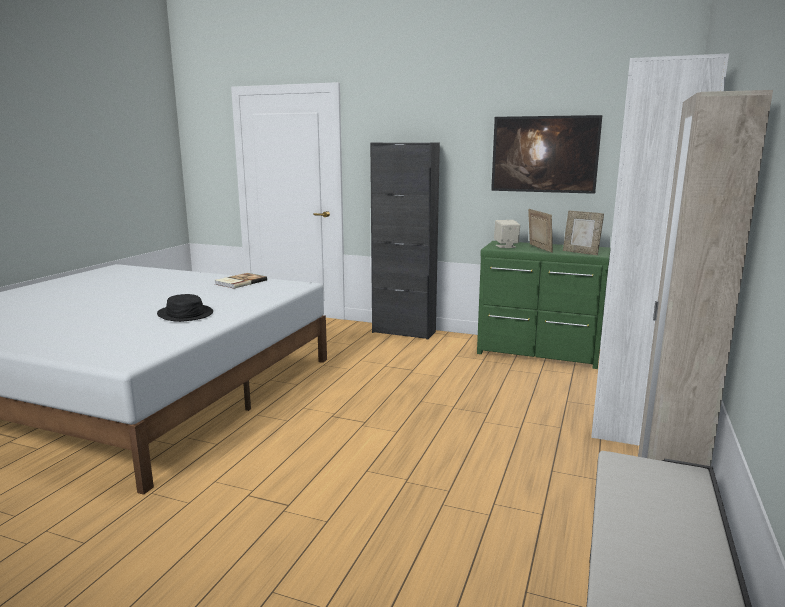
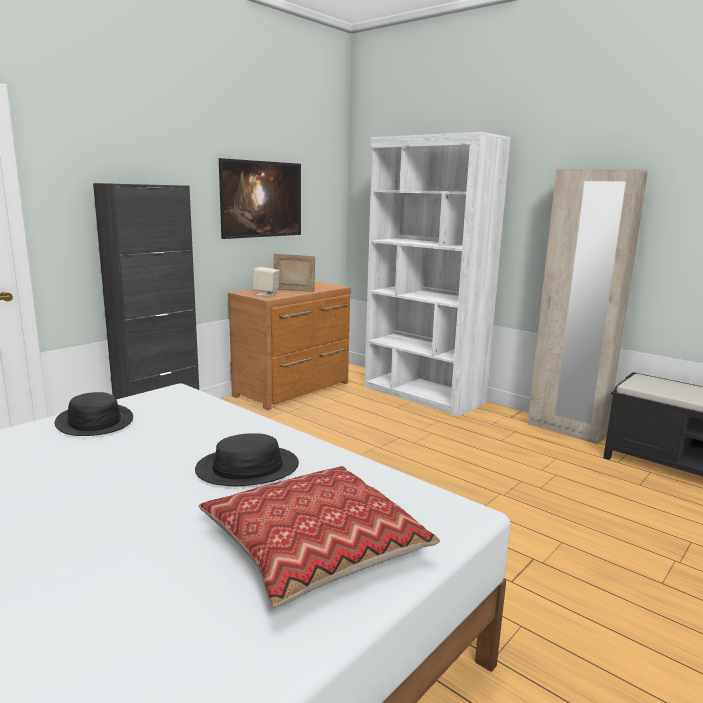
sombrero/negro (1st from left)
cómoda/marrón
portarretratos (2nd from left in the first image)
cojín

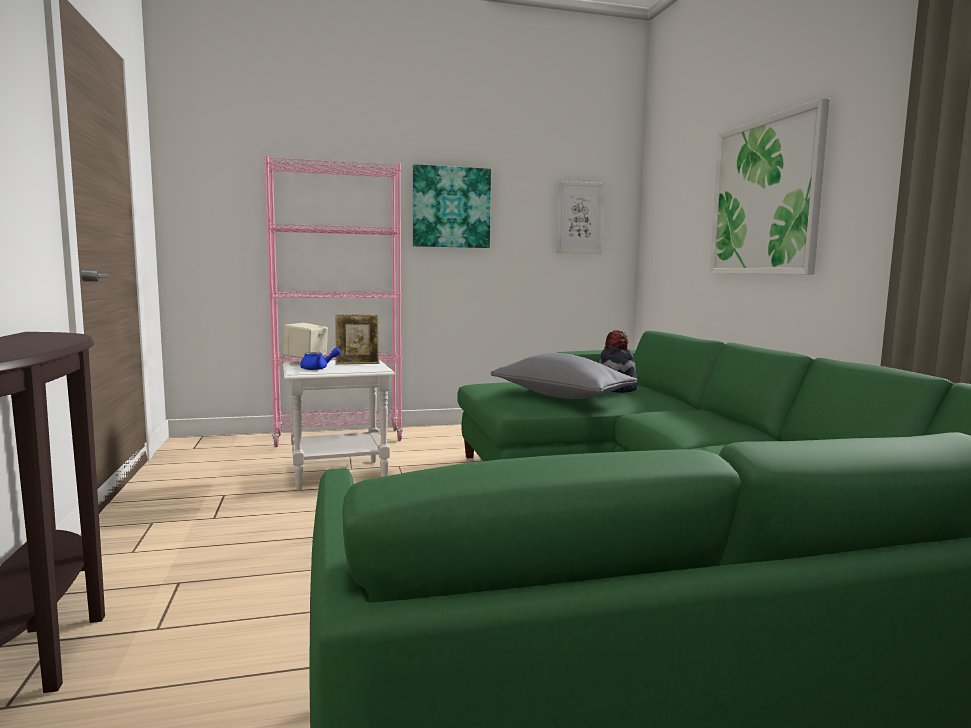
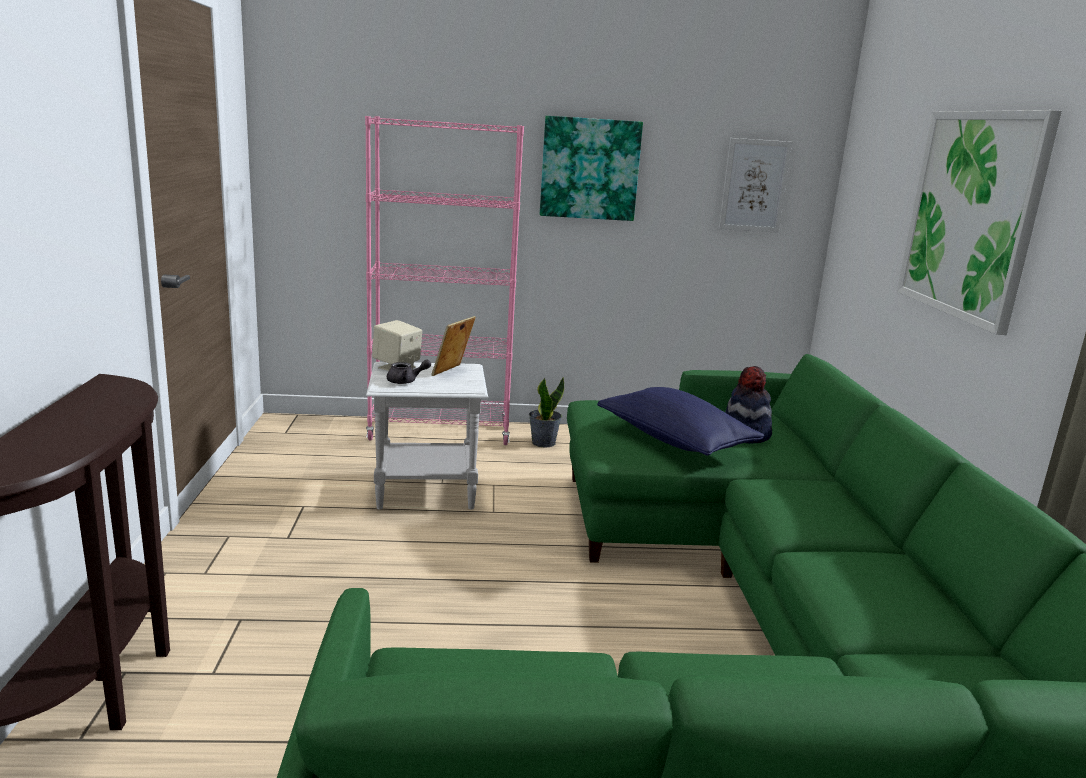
tetera/gris
portarretratos
cojín/azul
planta en maceta

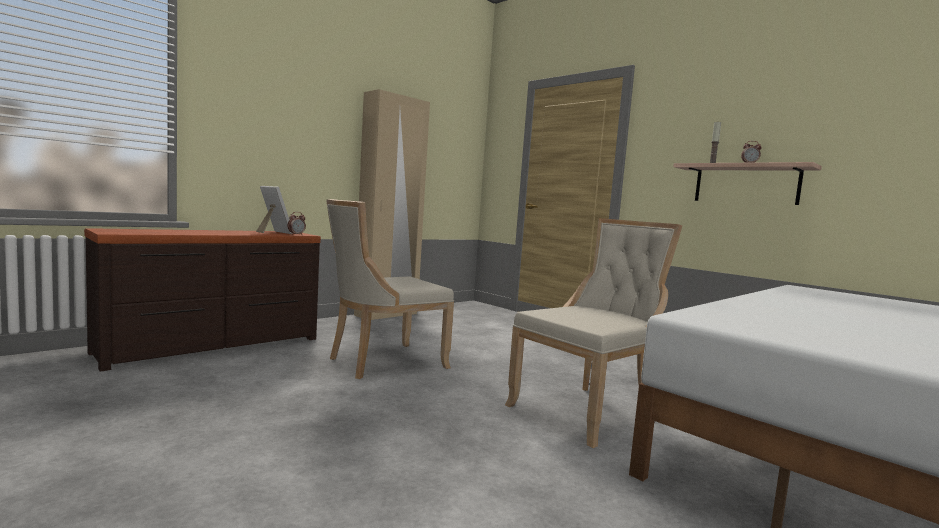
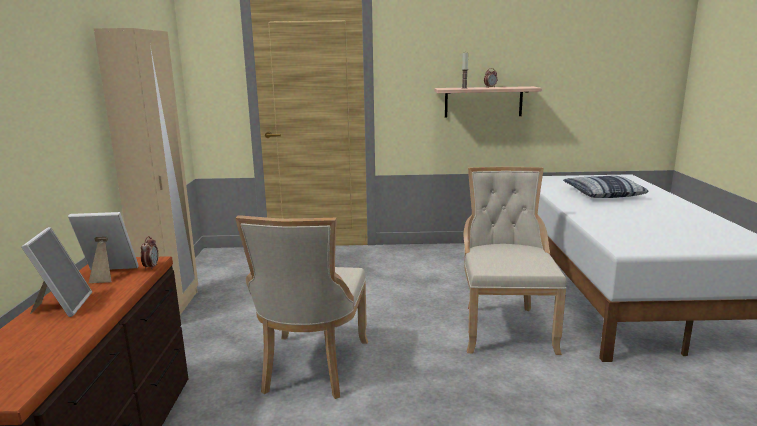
portarretratos (1st from left)
cojín

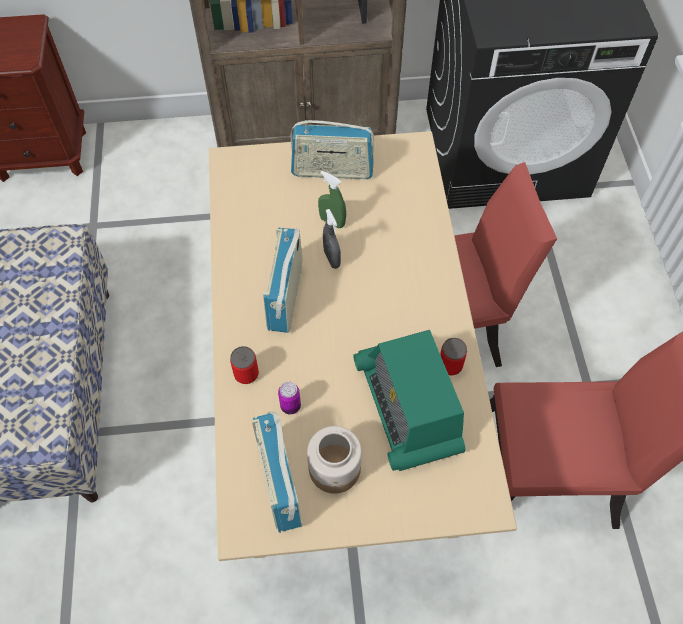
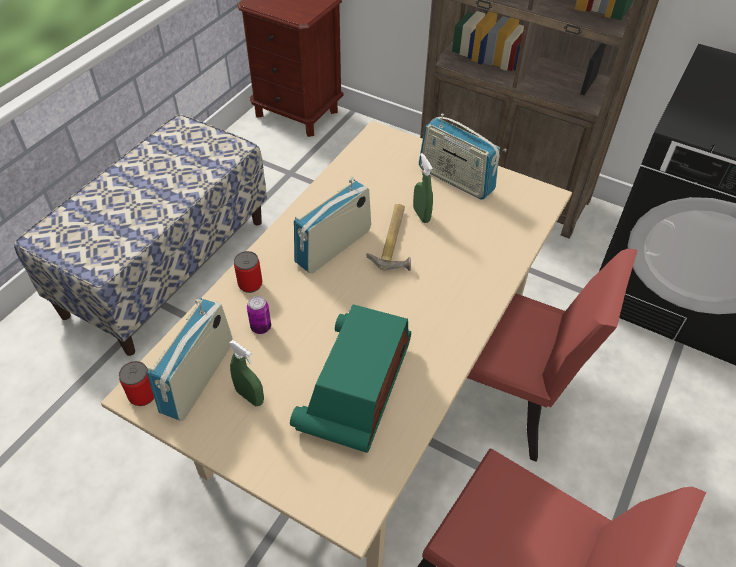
pulverizador/verde (1st from left)
martillo
lata (1st from left)

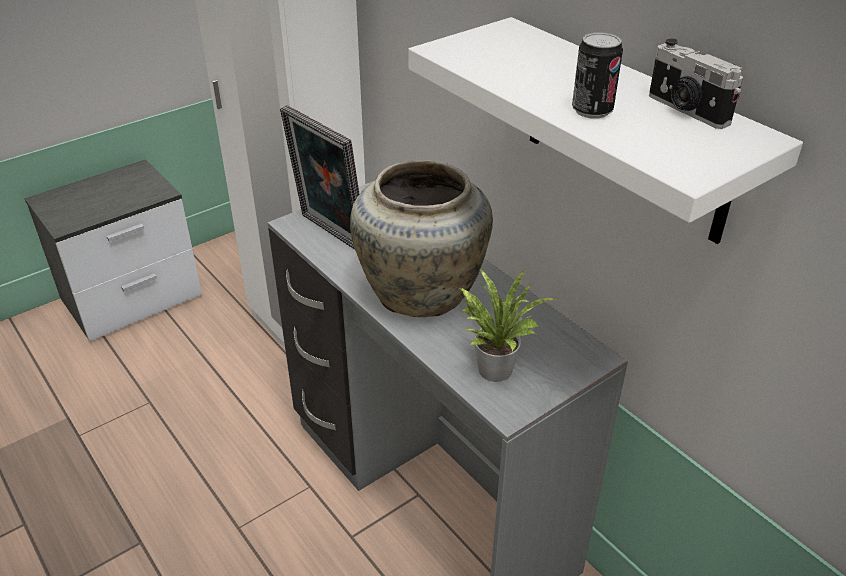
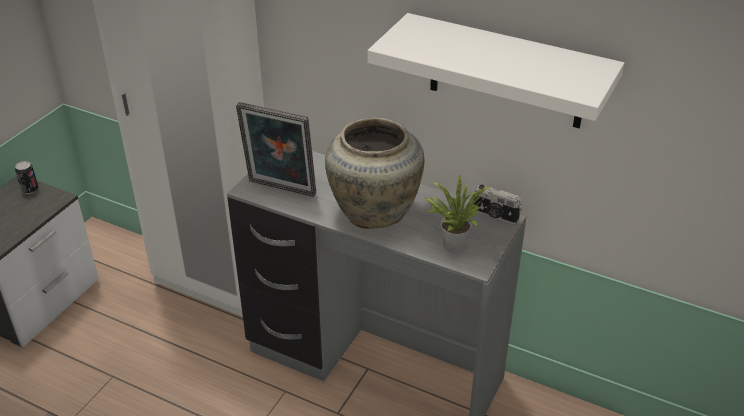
lata
cámara

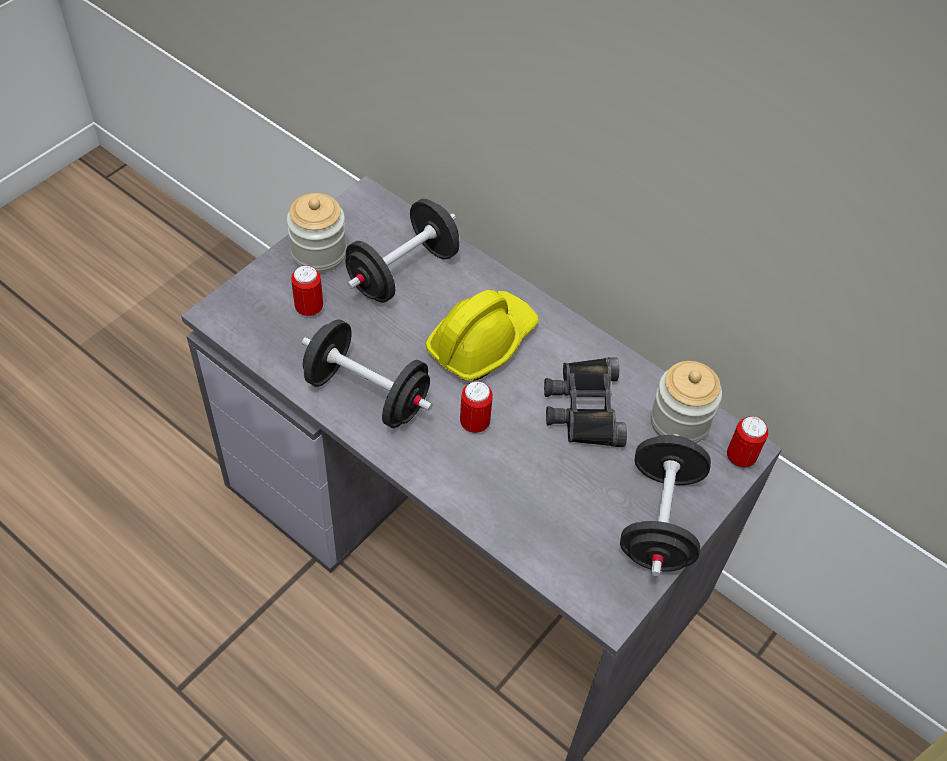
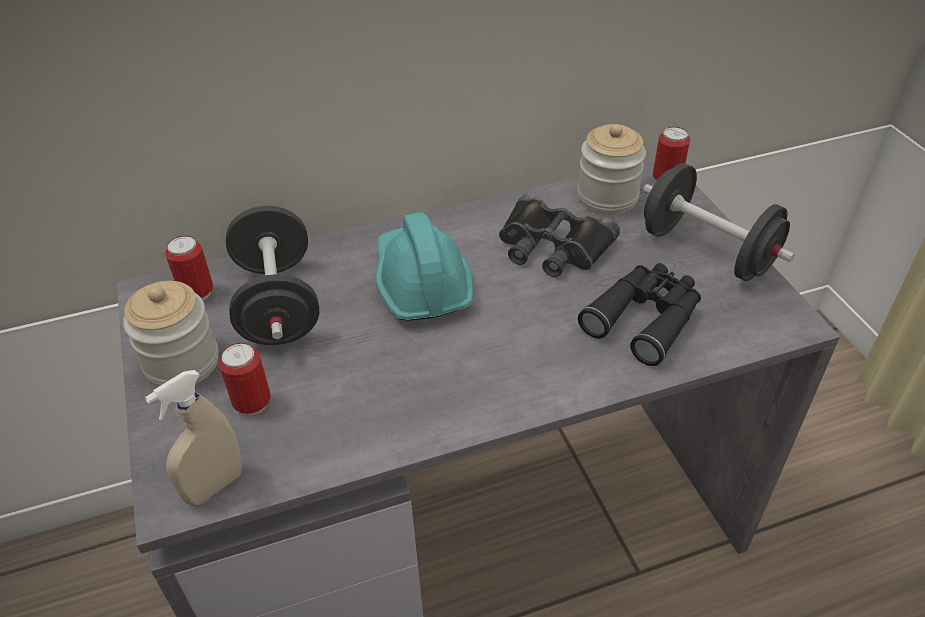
mancuerna/negro (1st from left in the first image)
casco/turquesa
lata (1st from left)
pulverizador/beis
prismáticos/negro (2nd from left)

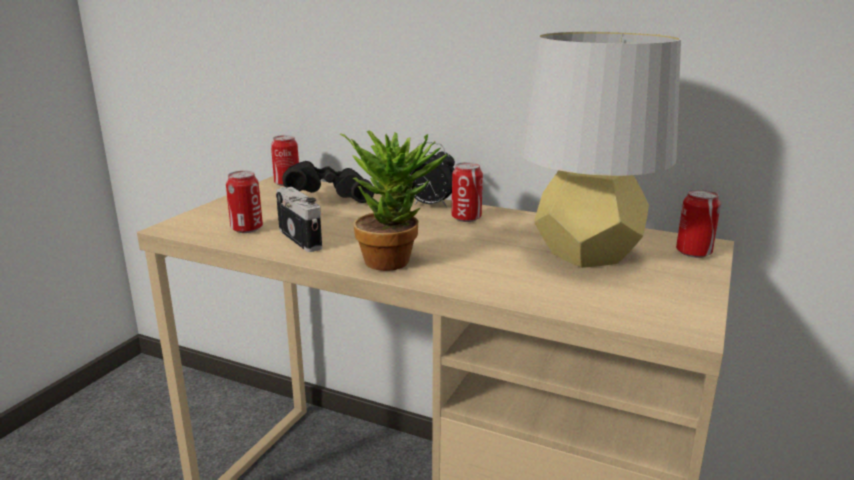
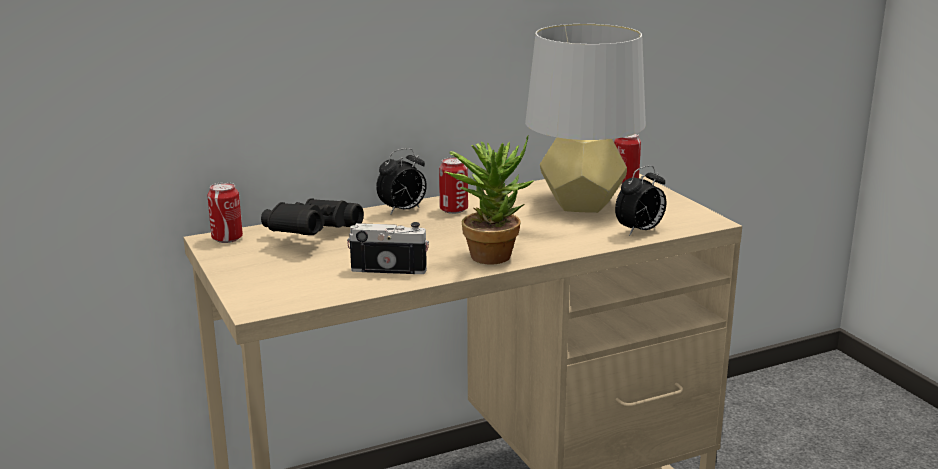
lata (1st from left in the first image)
despertador (2nd from left)

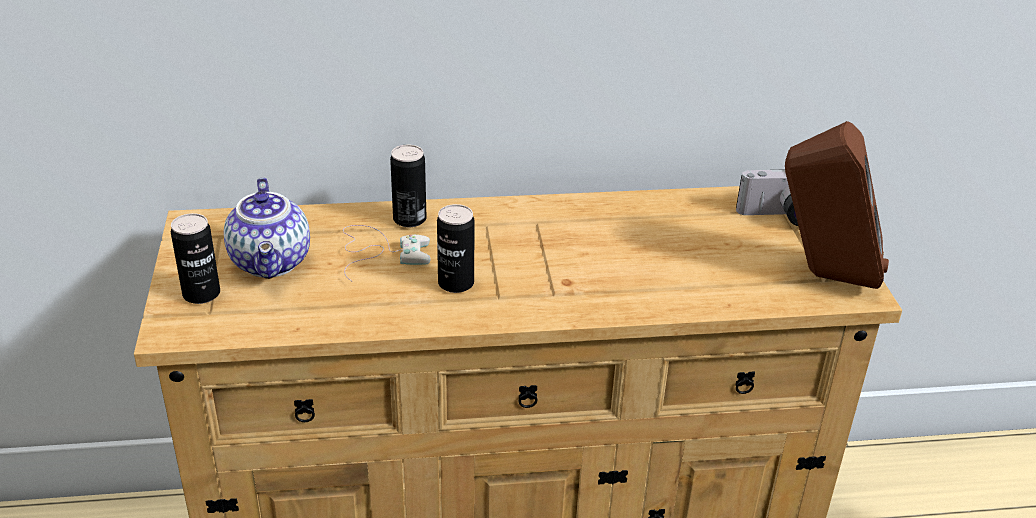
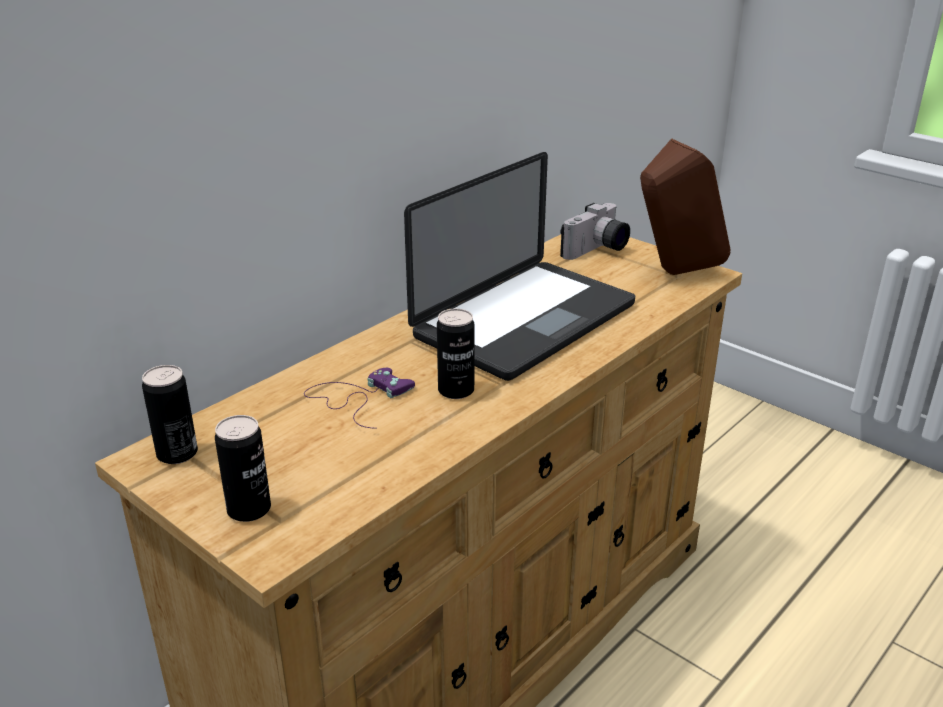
tetera
mando de consola/morado
lata (1st from left)
portátil

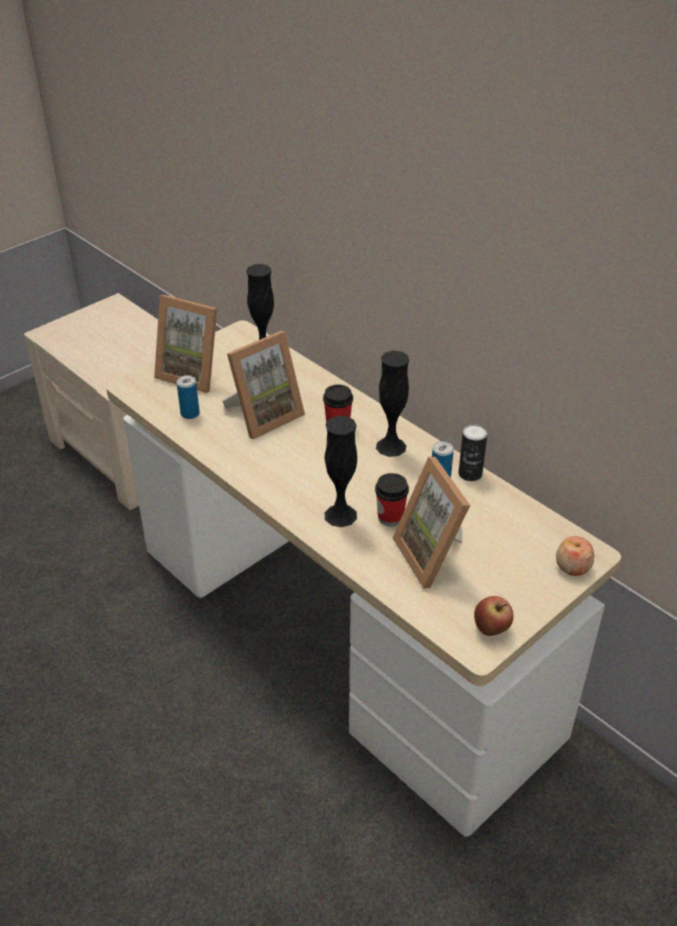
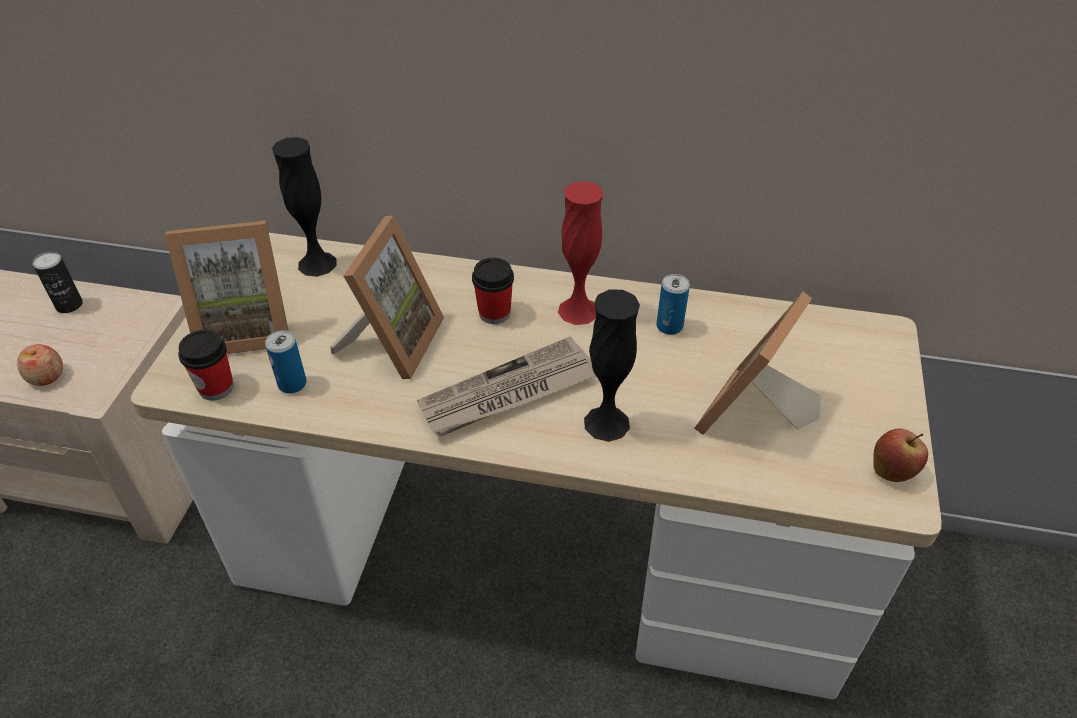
taza (1st from left)
florero/rojo
portarretratos (3rd from left)
lata (1st from left)
manzana (1st from left)
periódico

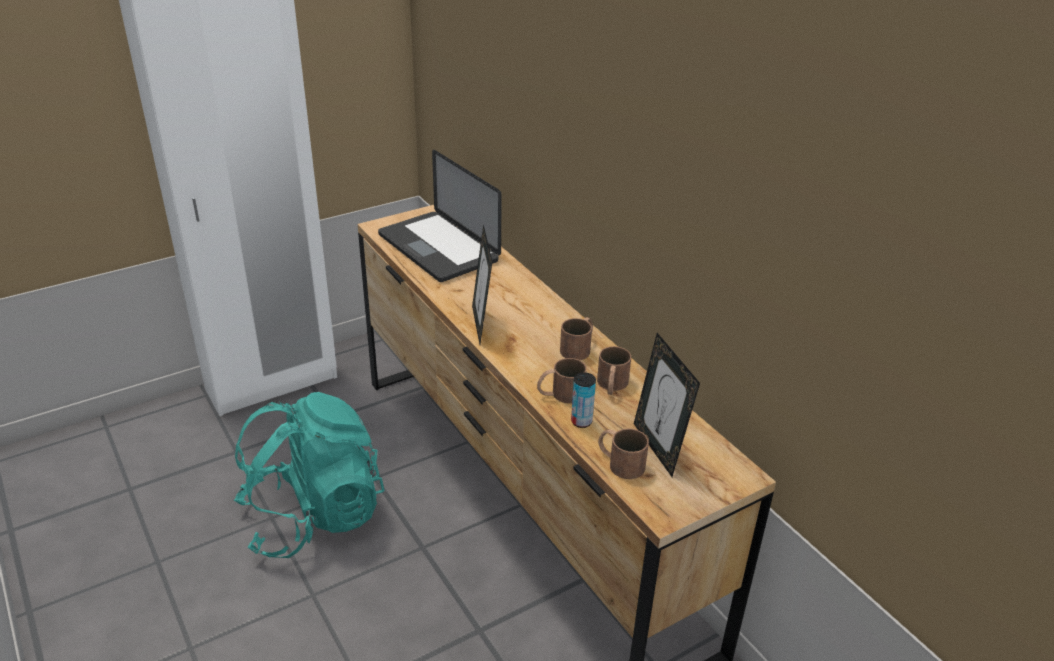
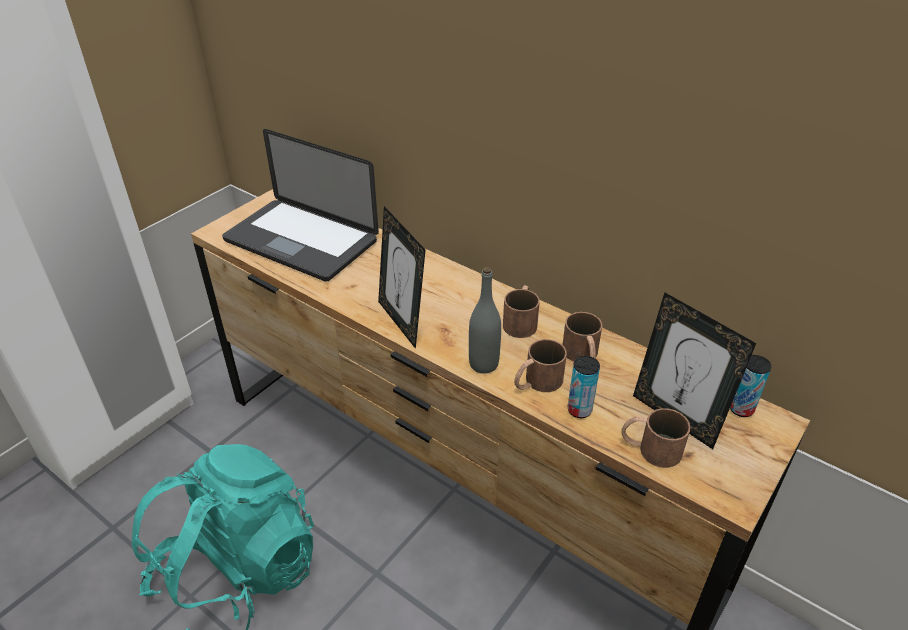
botella/gris
lata (2nd from left)

